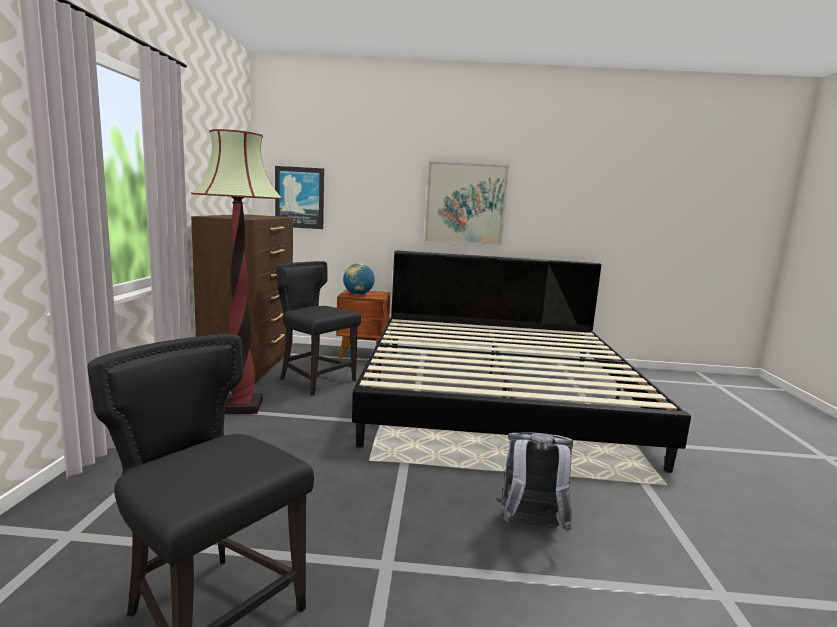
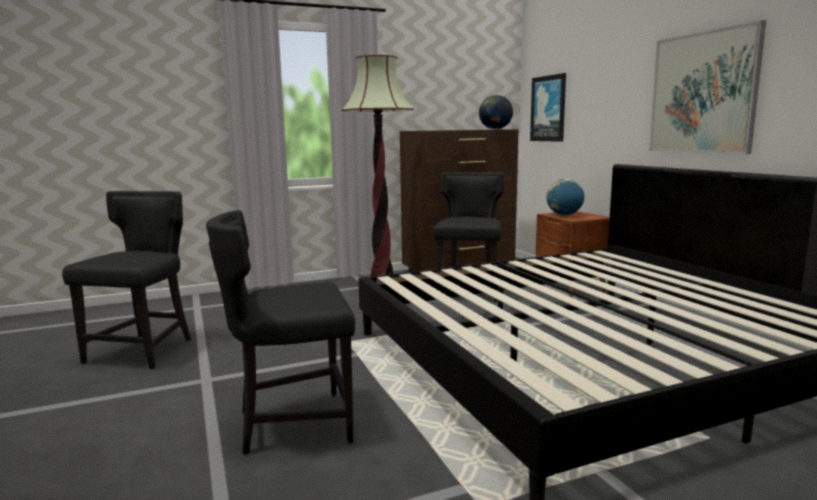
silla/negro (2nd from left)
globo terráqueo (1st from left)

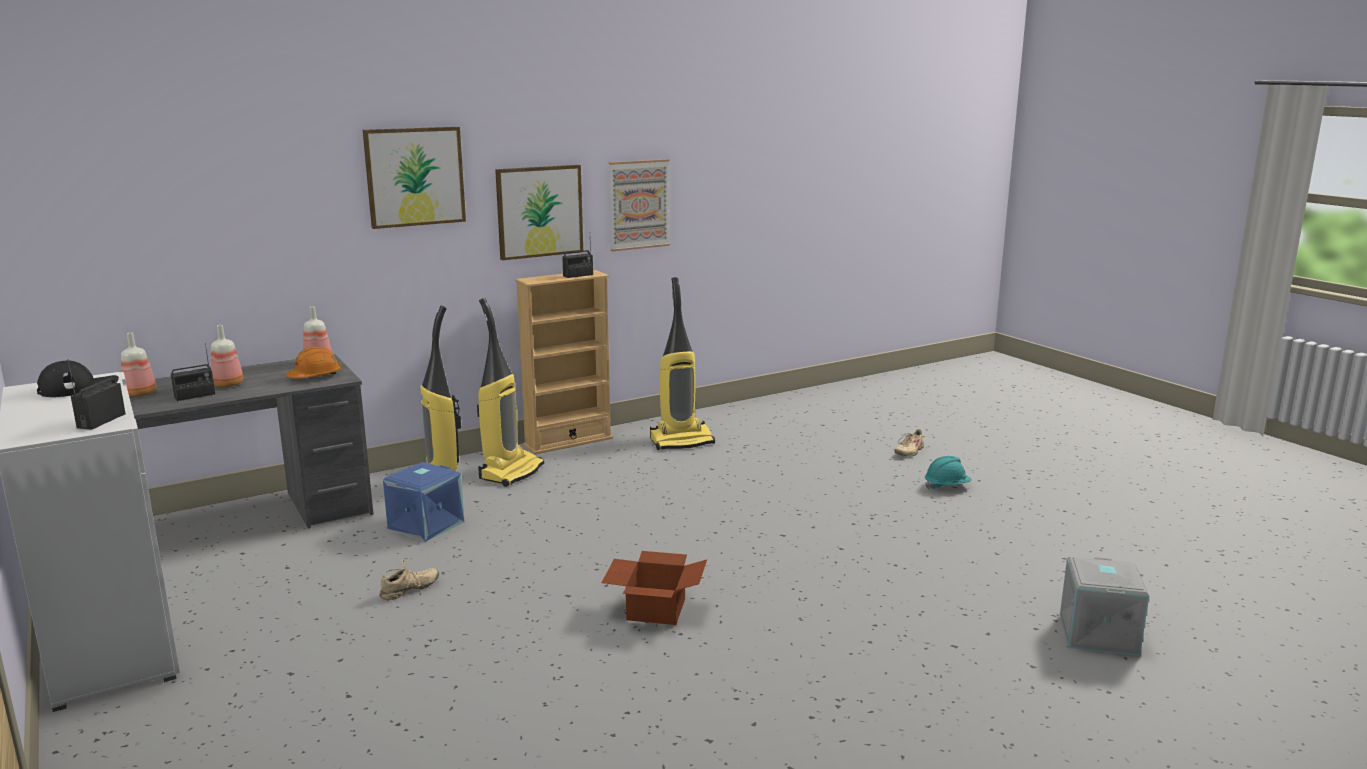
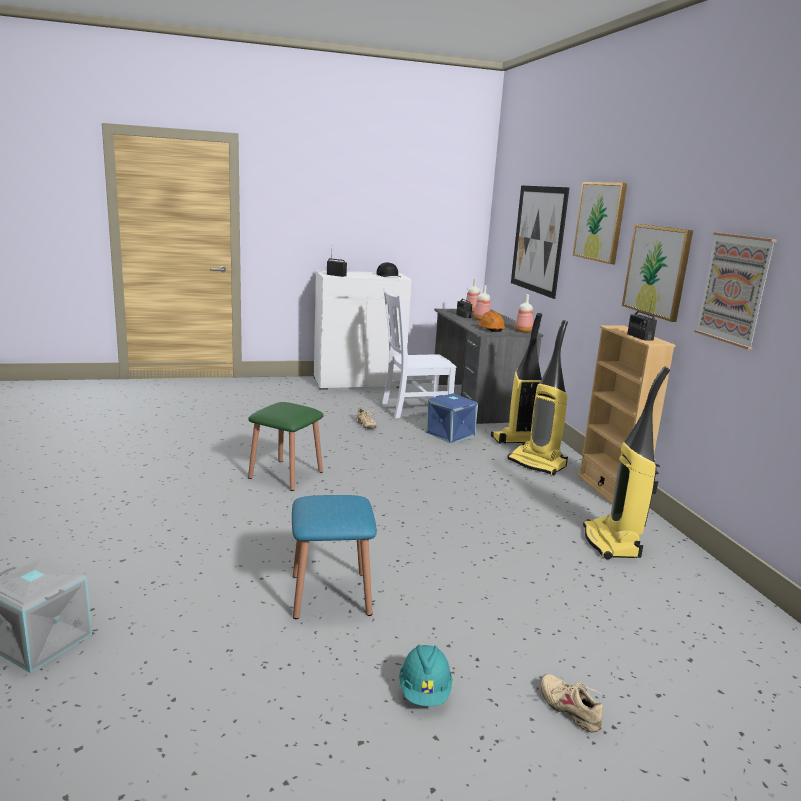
taburete/verde
taburete/azul
silla/blanco
cuadro (1st from left)

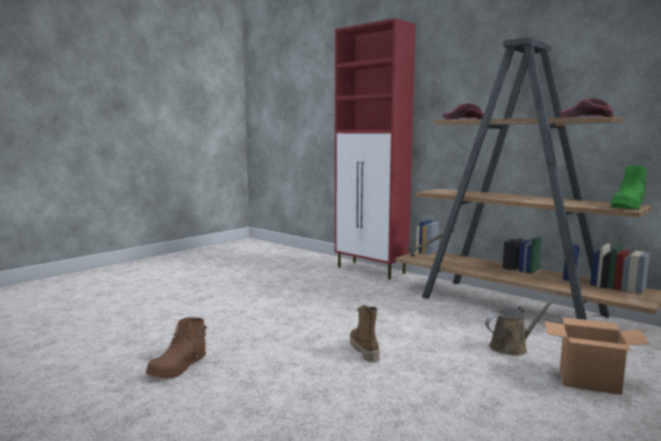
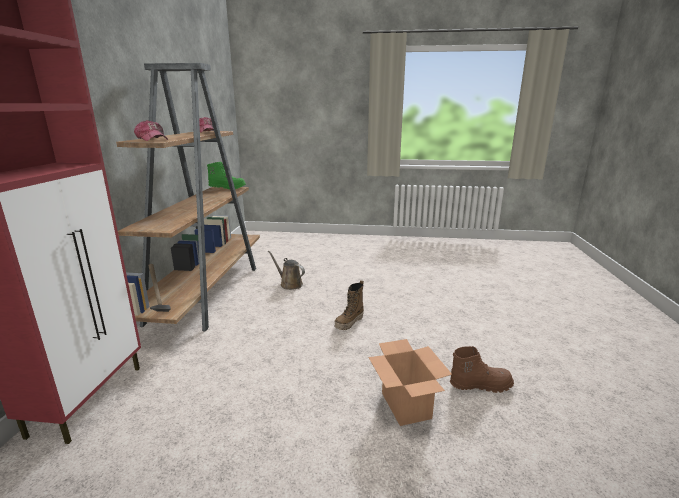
caja de cartón

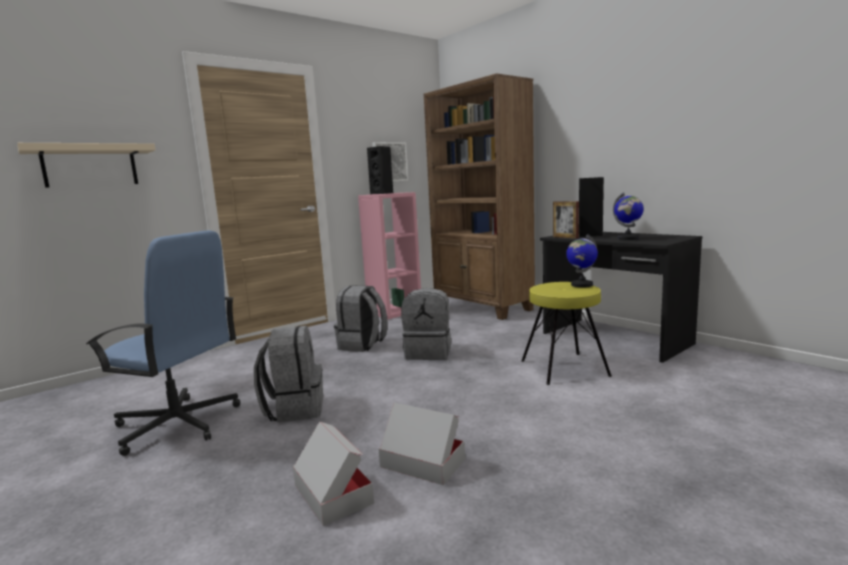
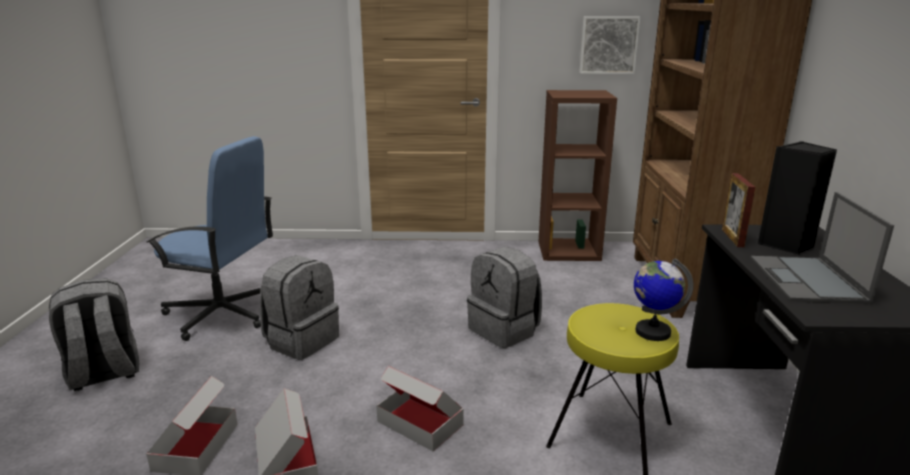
estante/beis
silla de oficina/azul
mochila/gris (1st from left)
estantería/marrón (1st from left)
altavoz/negro (1st from left in the first image)
portátil
caja de cartón (3rd from left)

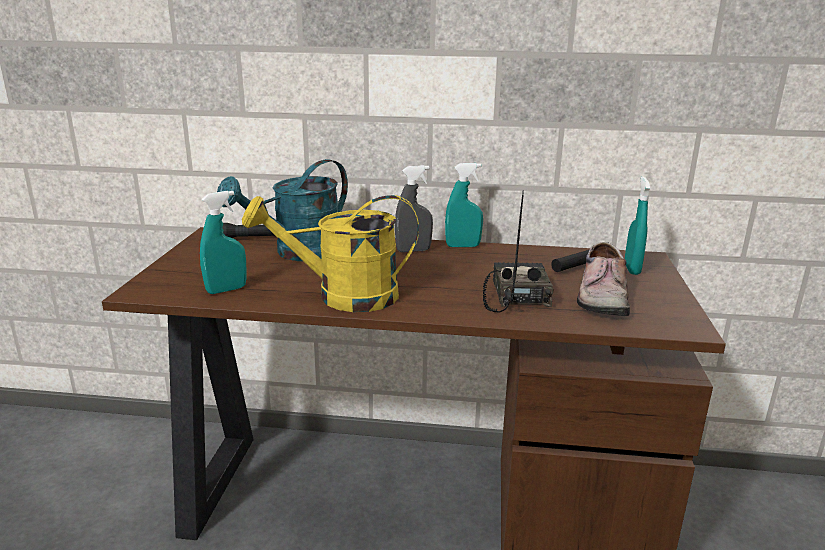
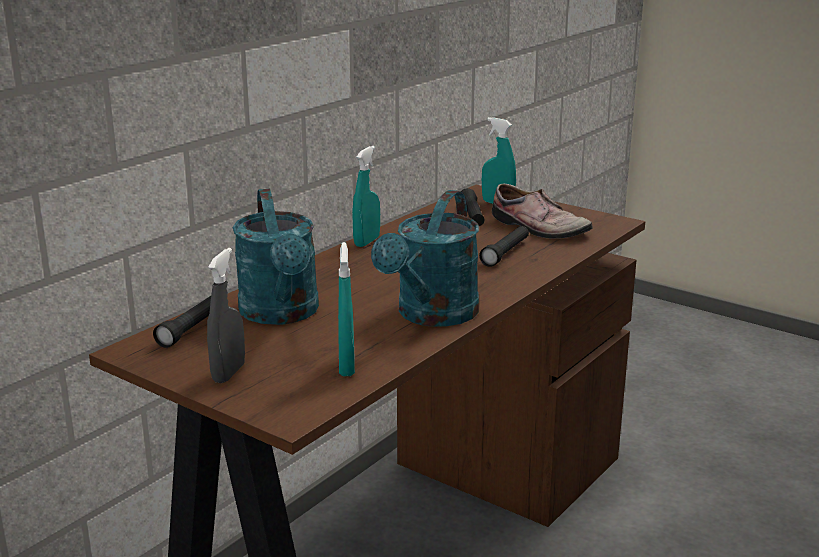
regadera/turquesa (2nd from left)
pulverizador/gris
linterna/negro (3rd from left)

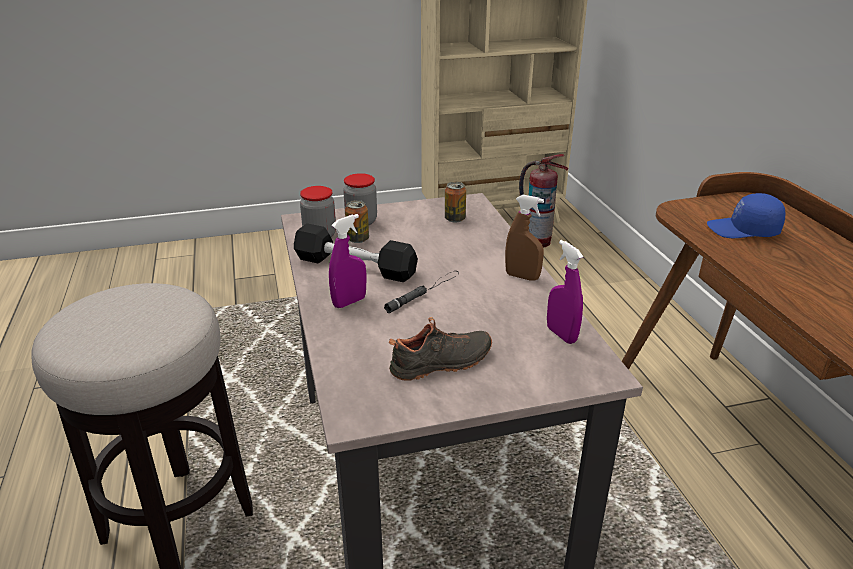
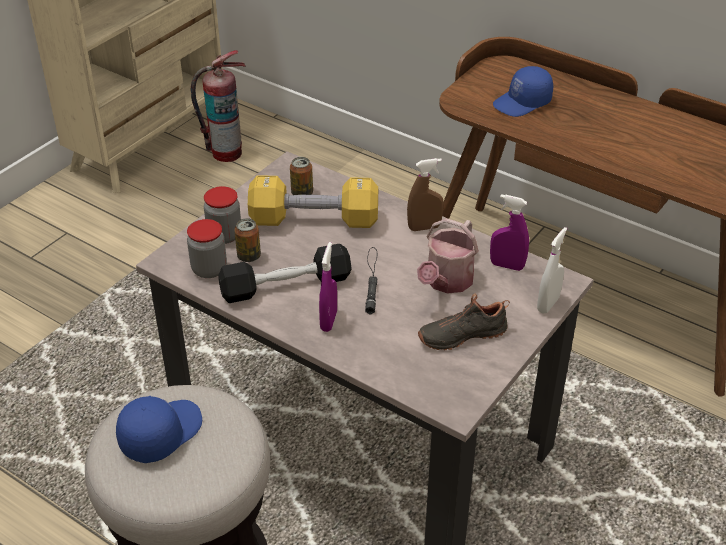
zapato/negro
gorra/azul (1st from left)
mancuerna/amarillo
regadera
pulverizador/blanco

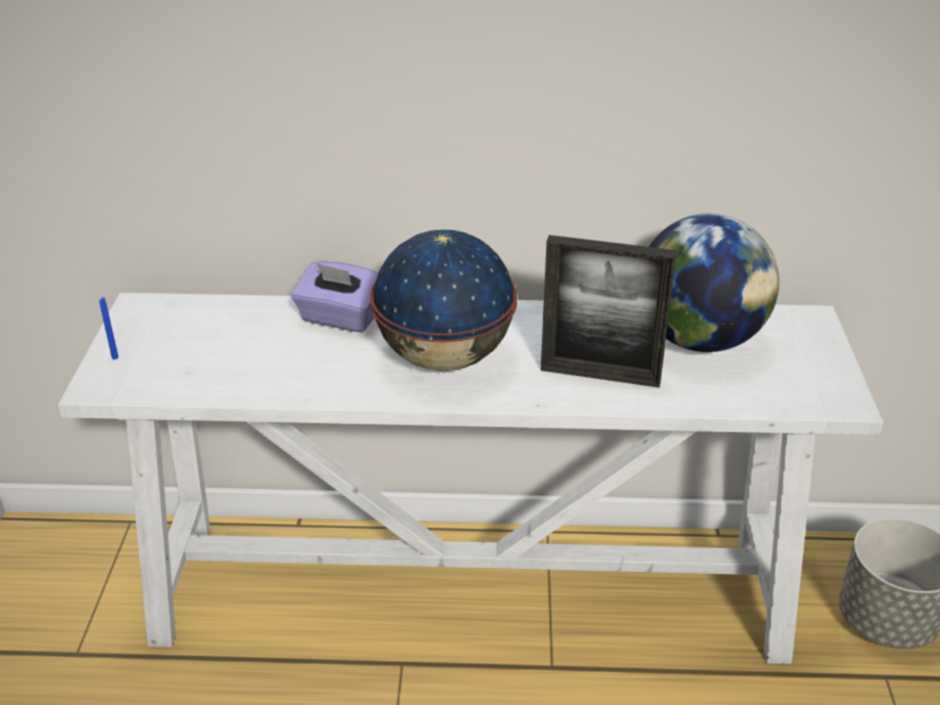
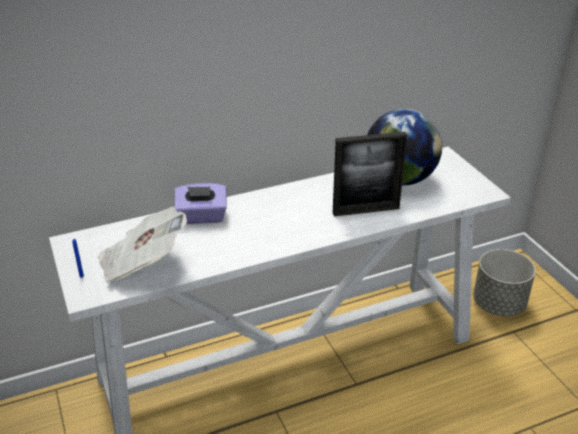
globo terráqueo (1st from left in the first image)
periódico

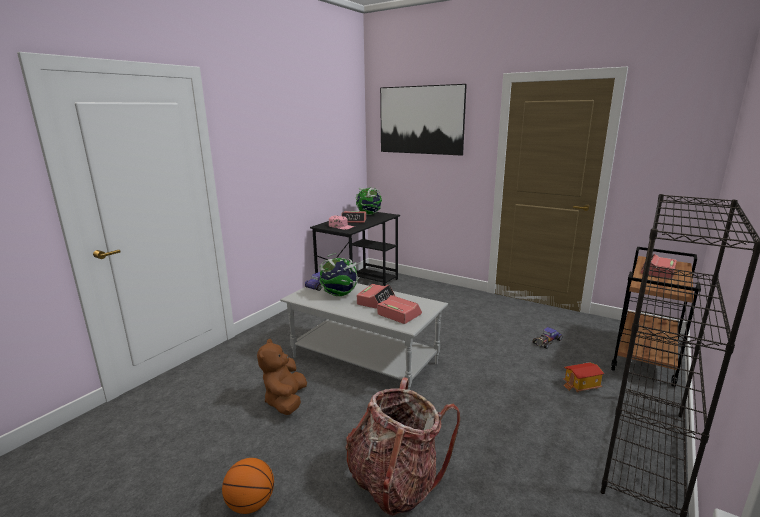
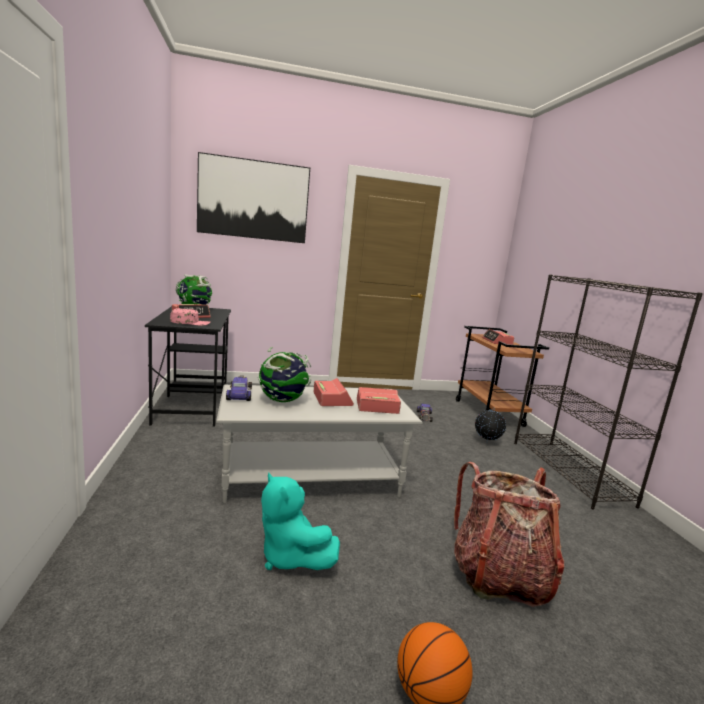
peluche/turquesa
globo terráqueo (3rd from left)

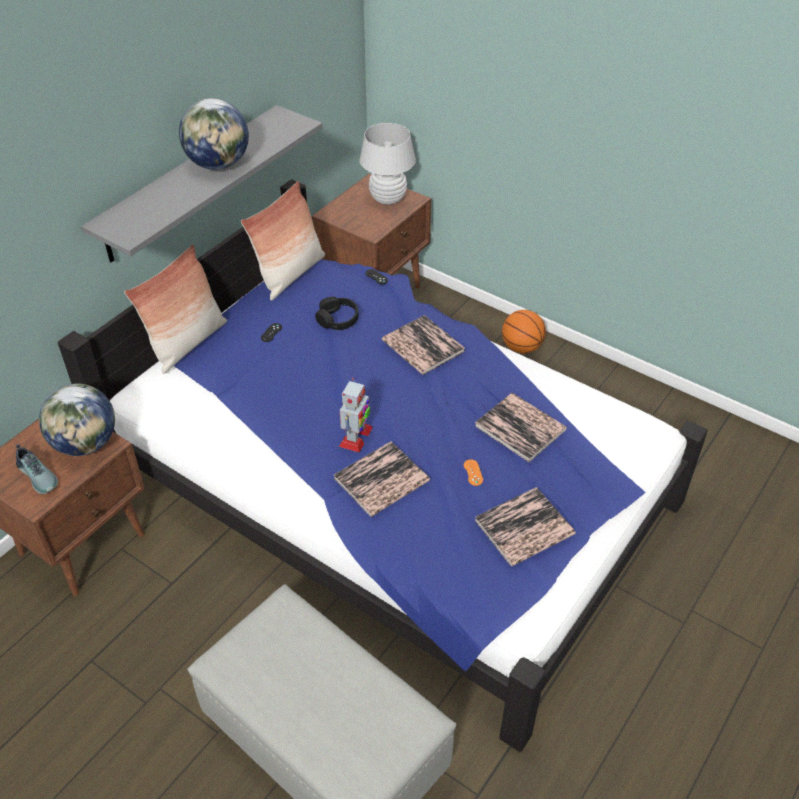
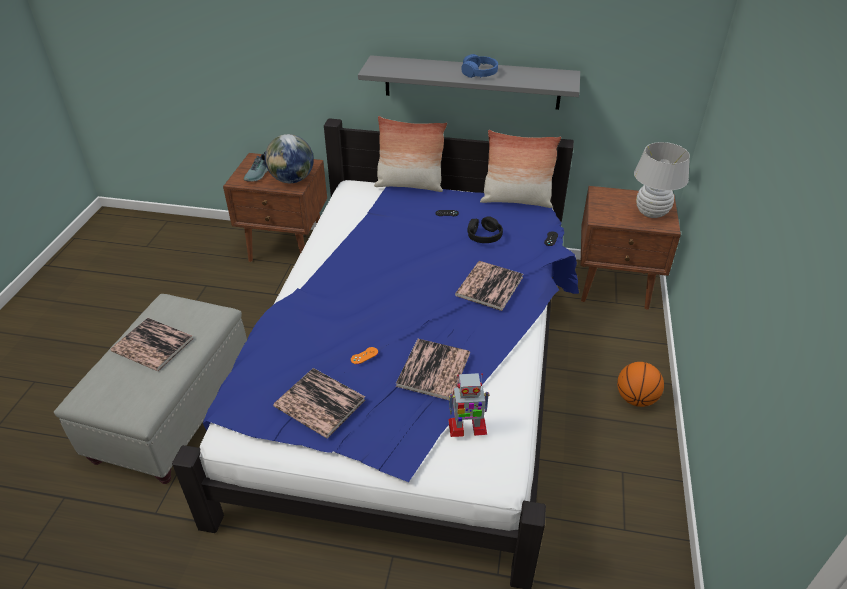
auriculares/azul
libro (1st from left)
robot de juguete

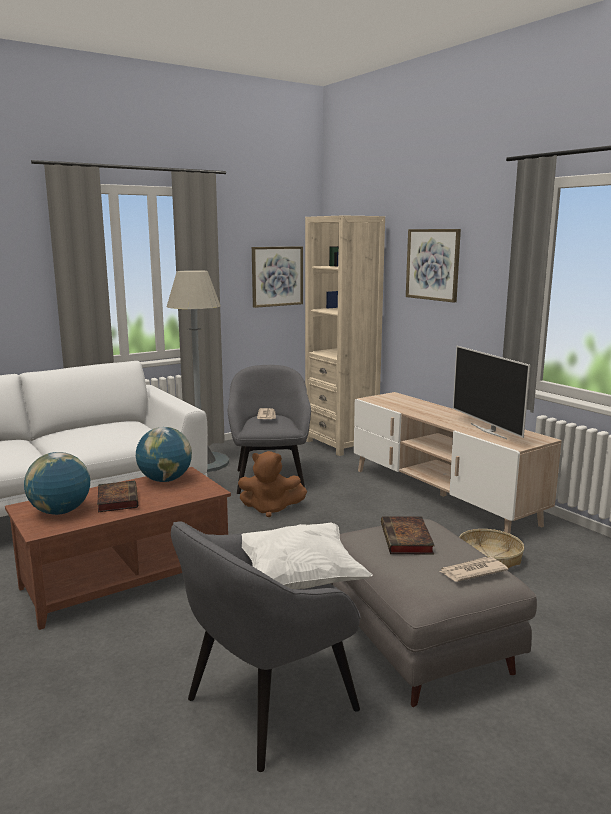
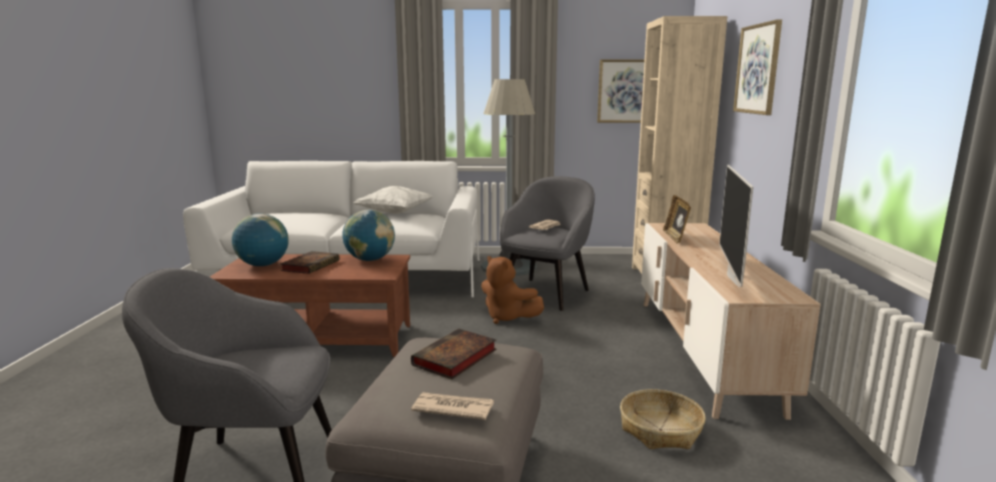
cojín/blanco
portarretratos

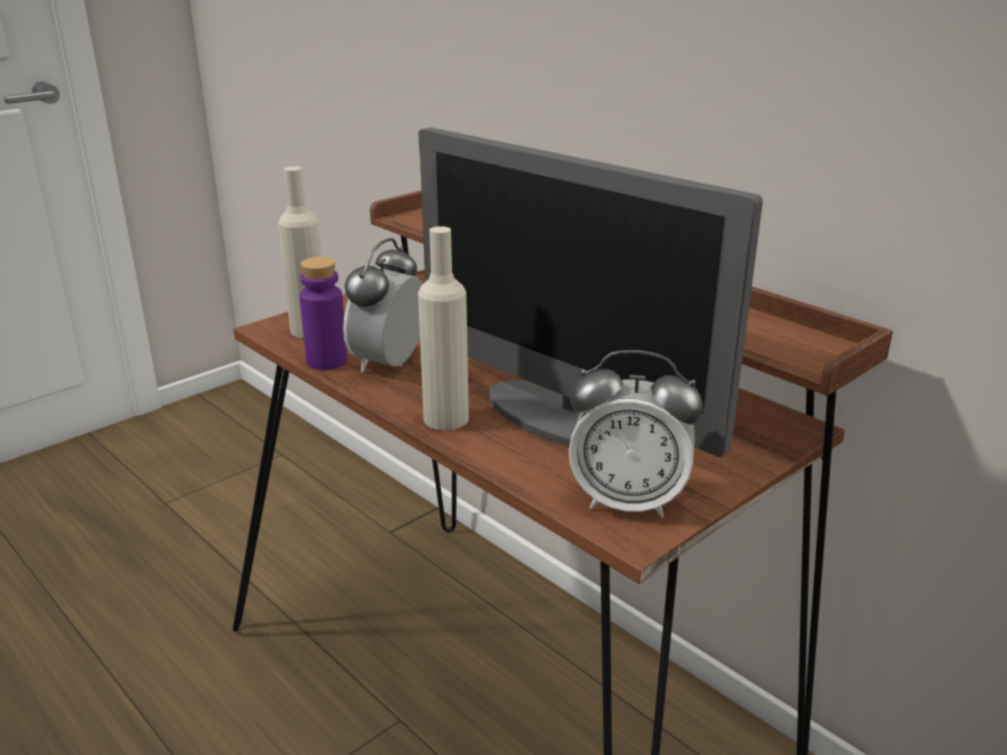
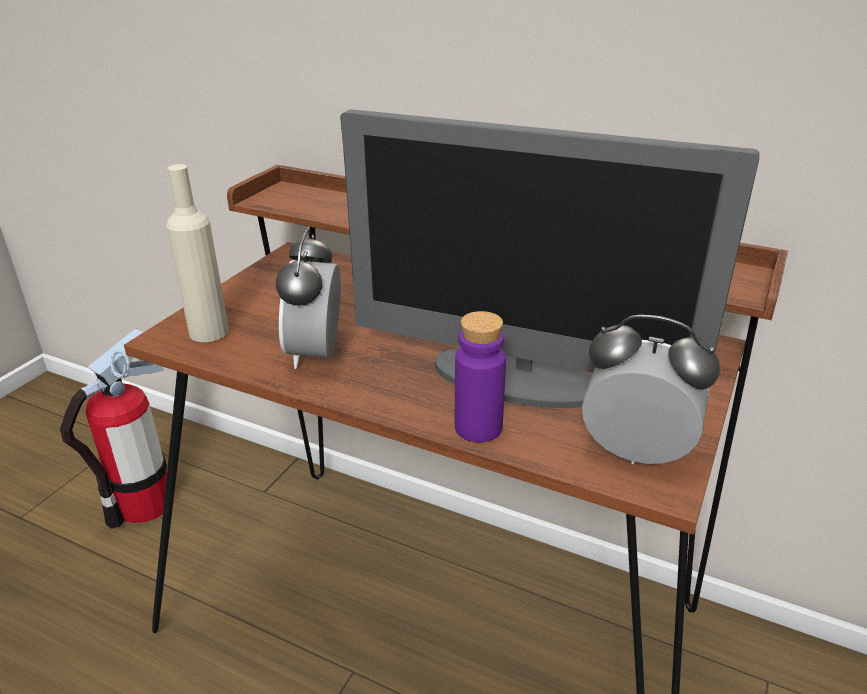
botella/morado
botella/beis (2nd from left in the first image)
despertador (2nd from left)
extintor

